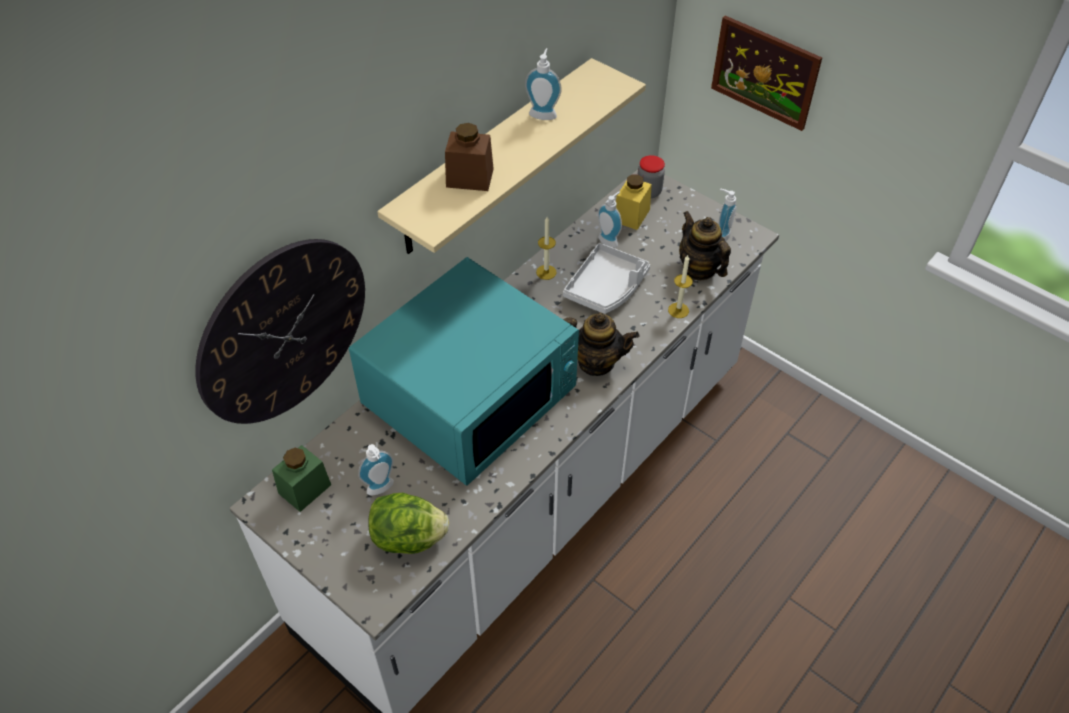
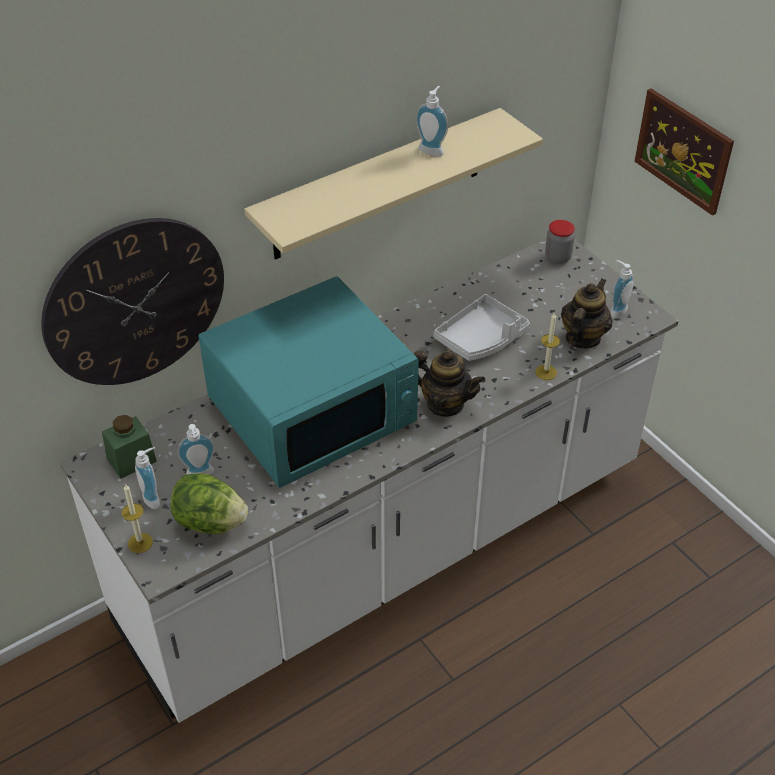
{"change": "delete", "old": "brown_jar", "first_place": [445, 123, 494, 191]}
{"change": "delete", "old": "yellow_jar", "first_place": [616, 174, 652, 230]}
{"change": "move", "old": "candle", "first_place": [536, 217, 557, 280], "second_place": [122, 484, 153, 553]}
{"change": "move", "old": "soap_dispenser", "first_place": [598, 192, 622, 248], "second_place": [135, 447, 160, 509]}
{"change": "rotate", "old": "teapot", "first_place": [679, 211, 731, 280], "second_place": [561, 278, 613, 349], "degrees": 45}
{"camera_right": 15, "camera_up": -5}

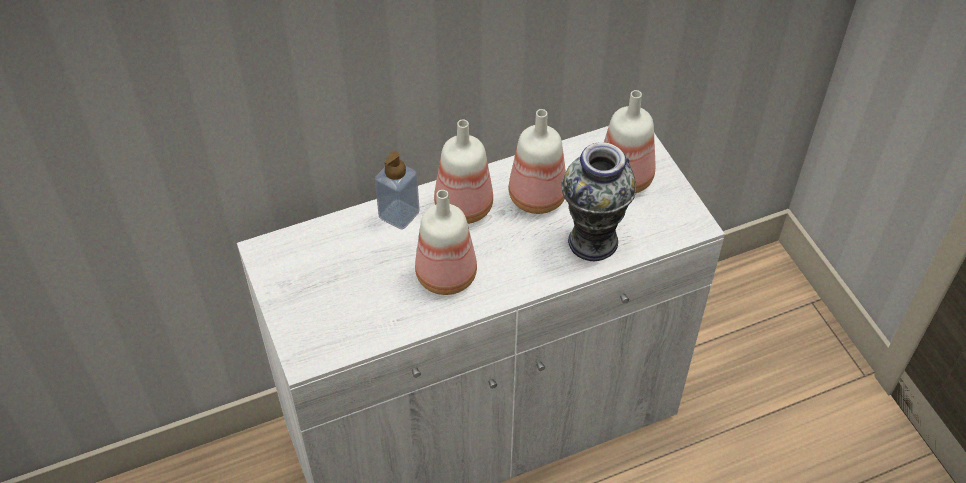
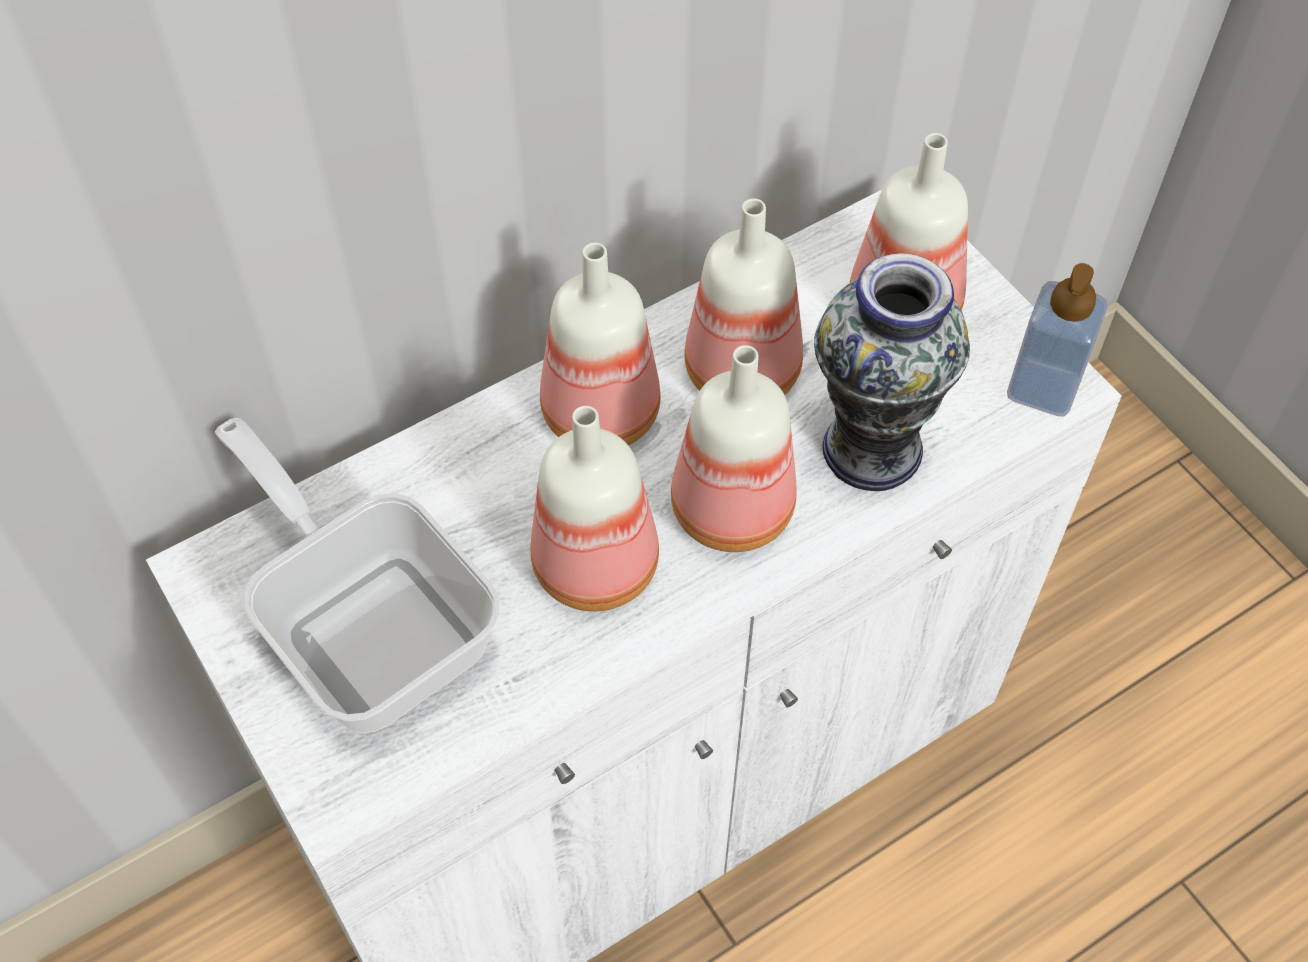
{"change": "insert", "new": "frying_pan", "second_place": [215, 418, 500, 733]}
{"change": "insert", "new": "bottle", "second_place": [671, 345, 797, 552]}
{"change": "move", "old": "soap_dispenser", "first_place": [375, 151, 420, 230], "second_place": [1007, 263, 1108, 417]}
{"camera_right": -10, "camera_up": 5}

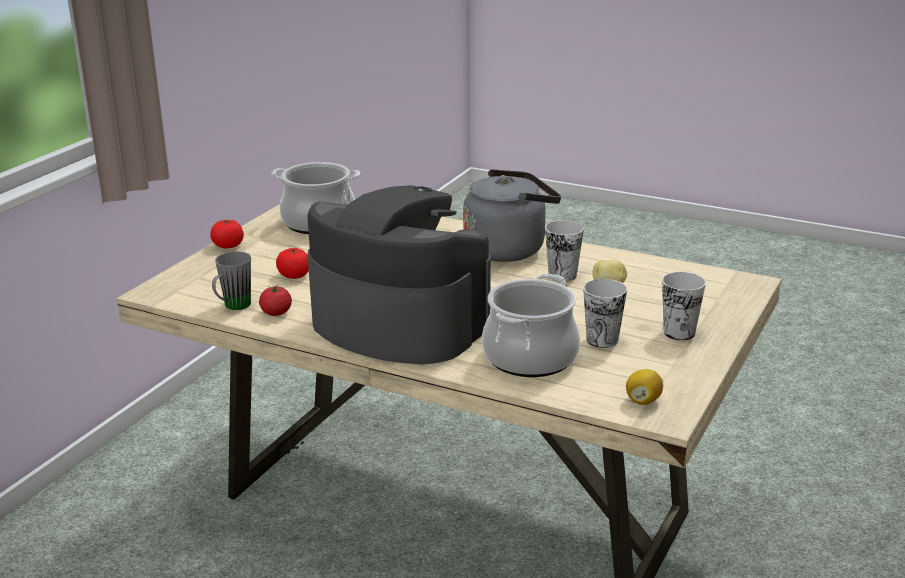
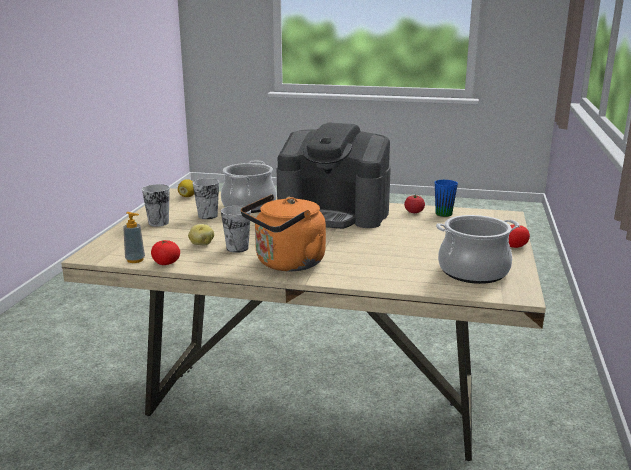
{"change": "insert", "new": "soap_dispenser", "second_place": [123, 212, 145, 263]}
{"change": "move", "old": "tomato", "first_place": [276, 248, 309, 279], "second_place": [151, 240, 180, 265]}
{"change": "recolor", "old": "grey_mug", "new": "blue_mug", "first_place": [212, 251, 251, 310], "second_place": [435, 180, 458, 217]}
{"change": "recolor", "old": "grey_kettle", "new": "orange_kettle", "first_place": [463, 169, 561, 262], "second_place": [241, 194, 326, 272]}
{"camera_right": 165, "camera_up": -5}

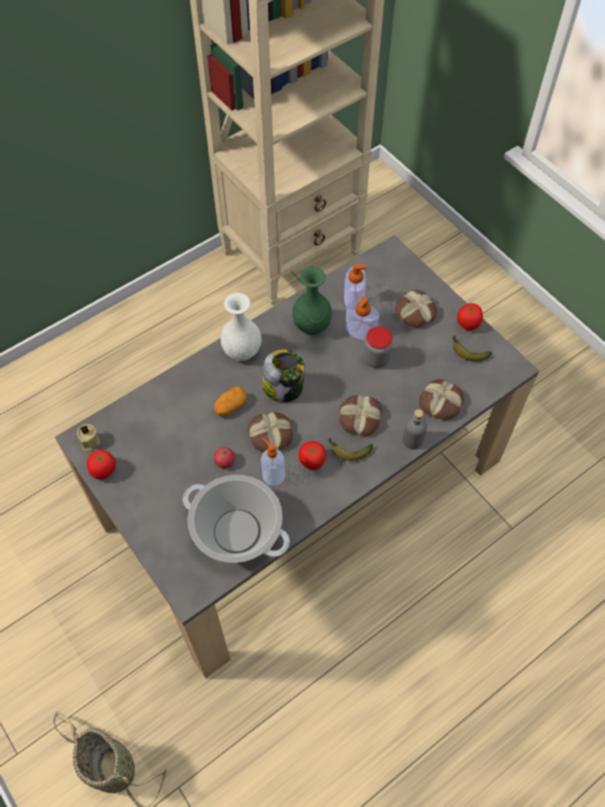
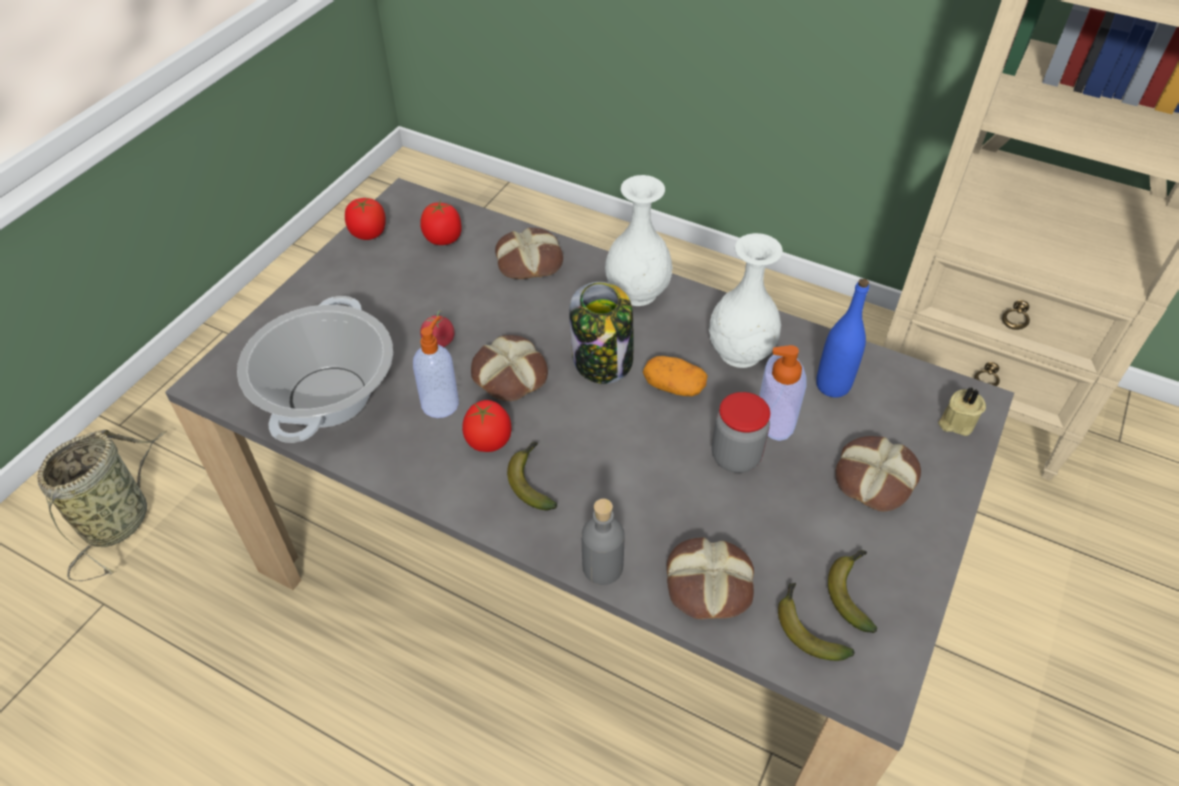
{"change": "insert", "new": "banana", "second_place": [778, 583, 855, 661]}
{"change": "move", "old": "beige_candle", "first_place": [77, 424, 100, 452], "second_place": [938, 387, 986, 436]}
{"change": "move", "old": "potato", "first_place": [214, 387, 247, 416], "second_place": [643, 356, 708, 396]}
{"change": "move", "old": "bread", "first_place": [339, 395, 382, 436], "second_place": [495, 228, 563, 279]}
{"change": "move", "old": "tomato", "first_place": [457, 303, 483, 330], "second_place": [420, 200, 462, 245]}
{"change": "replace", "old": "soap_dispenser", "new": "blue_bottle", "first_place": [344, 264, 366, 307], "second_place": [816, 279, 869, 398]}
{"change": "recolor", "old": "green_vase", "new": "white_vase", "first_place": [292, 267, 332, 335], "second_place": [709, 233, 783, 368]}
{"camera_right": 65, "camera_up": -10}

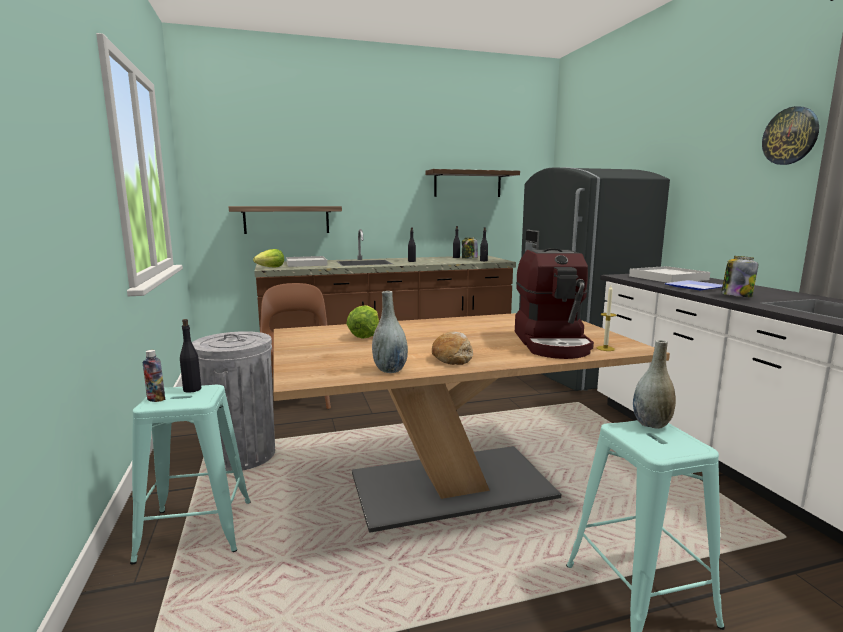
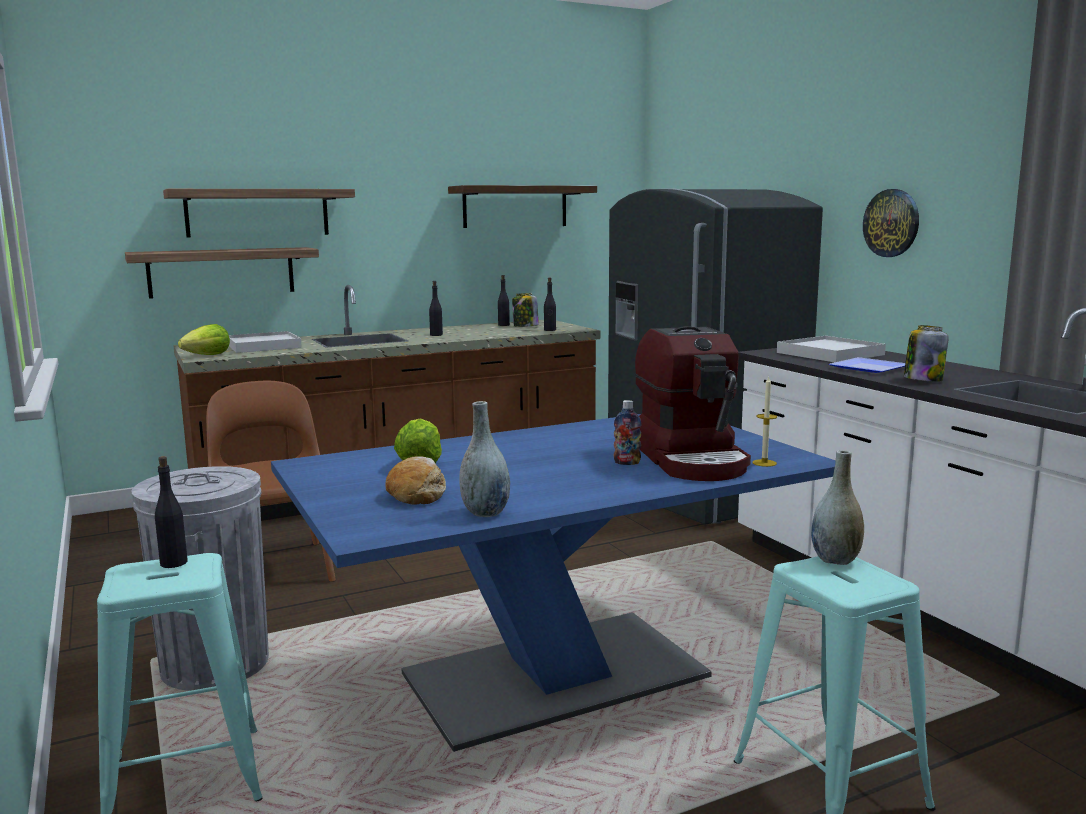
{"change": "insert", "new": "shelf", "second_place": [163, 189, 355, 237]}
{"change": "move", "old": "bottle", "first_place": [143, 350, 165, 402], "second_place": [614, 400, 641, 465]}
{"change": "move", "old": "bread", "first_place": [432, 332, 473, 365], "second_place": [385, 456, 446, 505]}
{"change": "move", "old": "wall_clock", "first_place": [762, 106, 819, 165], "second_place": [863, 189, 919, 257]}
{"change": "recolor", "old": "brown_dining_table", "new": "blue_dining_table", "first_place": [273, 313, 670, 533], "second_place": [271, 414, 836, 752]}
{"camera_right": -10, "camera_up": 0}

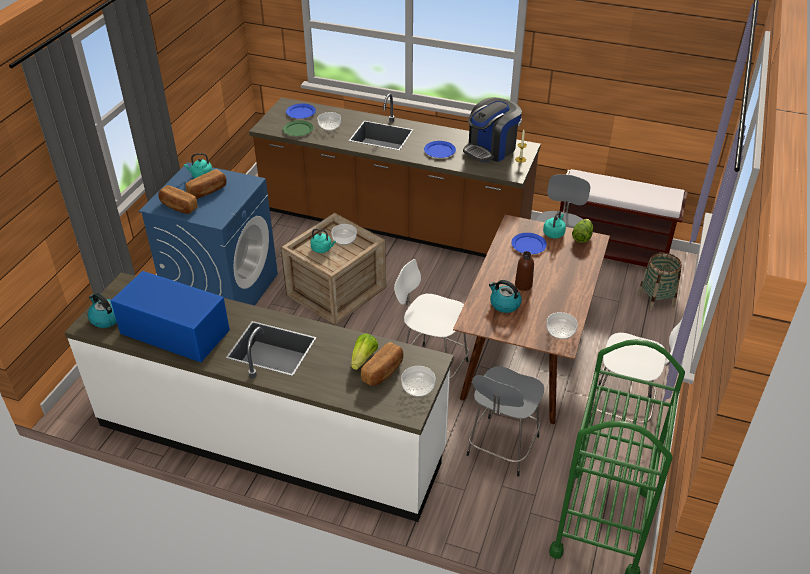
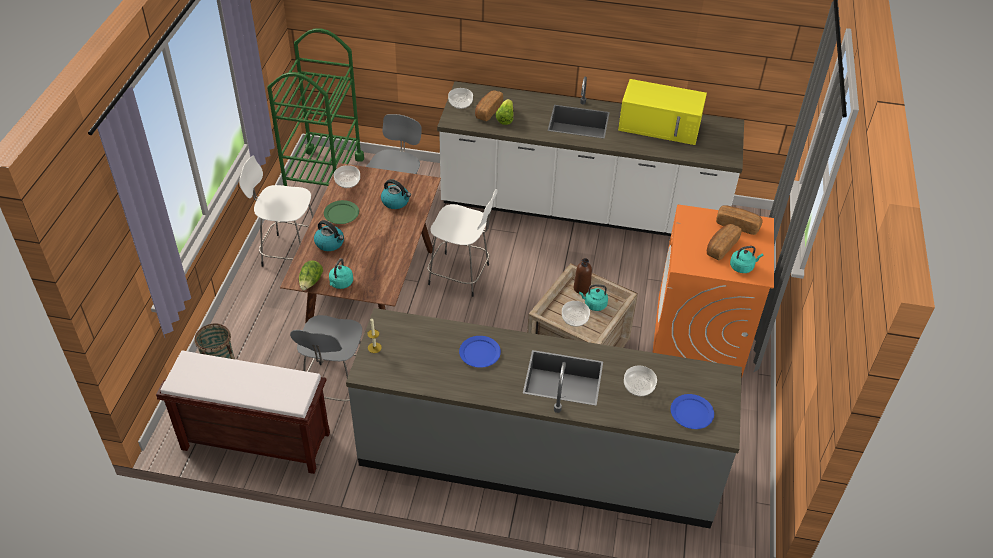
{"change": "delete", "old": "coffee_machine", "first_place": [463, 97, 522, 162]}
{"change": "delete", "old": "blue_plate", "first_place": [511, 233, 547, 254]}
{"change": "move", "old": "kettle", "first_place": [88, 293, 117, 328], "second_place": [314, 220, 344, 251]}
{"change": "move", "old": "green_plate", "first_place": [283, 120, 314, 136], "second_place": [324, 200, 359, 224]}
{"change": "move", "old": "brown_bottle", "first_place": [515, 251, 534, 291], "second_place": [574, 258, 592, 294]}
{"change": "recolor", "old": "blue_microwave", "new": "yellow_microwave", "first_place": [111, 271, 230, 362], "second_place": [618, 79, 707, 145]}
{"change": "recolor", "old": "blue_washing_machine", "new": "orange_washing_machine", "first_place": [139, 162, 278, 306], "second_place": [653, 205, 774, 376]}
{"change": "recolor", "old": "brown_counter", "new": "grey_counter", "first_place": [249, 93, 541, 257], "second_place": [346, 308, 742, 528]}
{"camera_right": 170, "camera_up": 5}

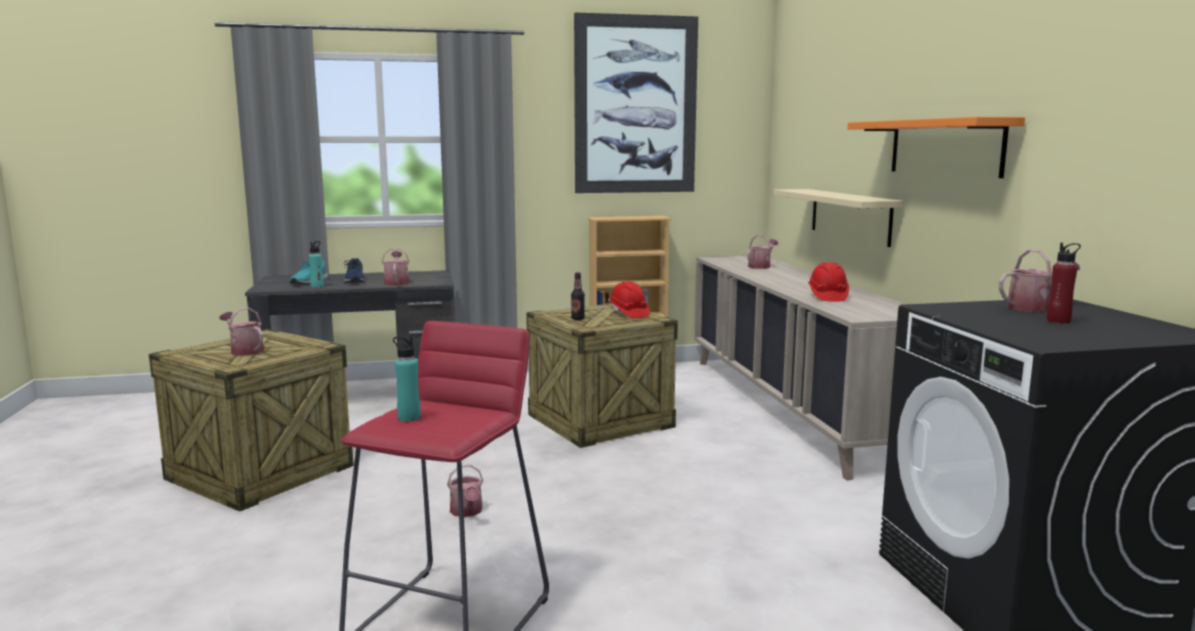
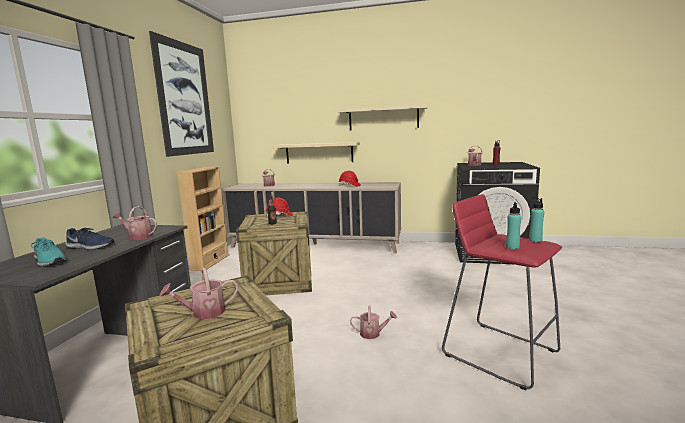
{"change": "move", "old": "turquoise_bottle", "first_place": [309, 241, 324, 288], "second_place": [529, 197, 544, 242]}
{"change": "recolor", "old": "orange_shelf", "new": "beige_shelf", "first_place": [847, 117, 1025, 178], "second_place": [338, 105, 427, 131]}
{"camera_right": -65, "camera_up": 0}

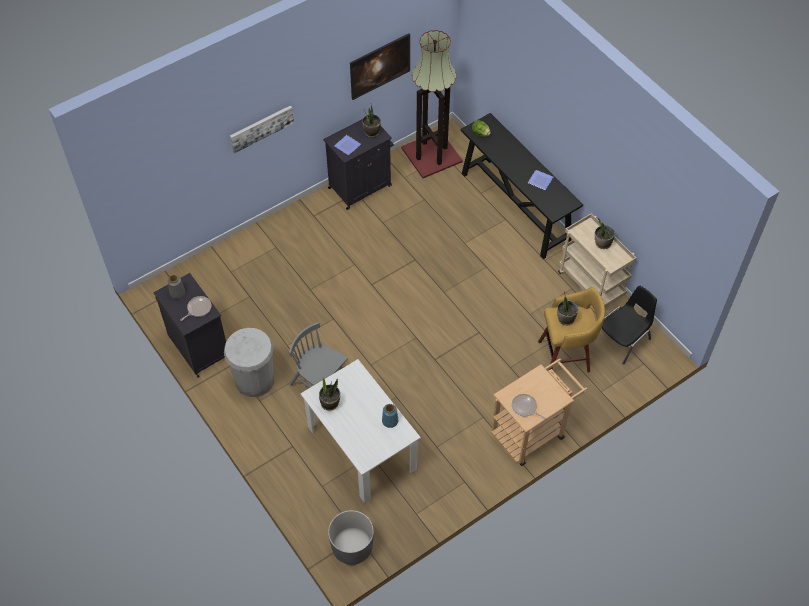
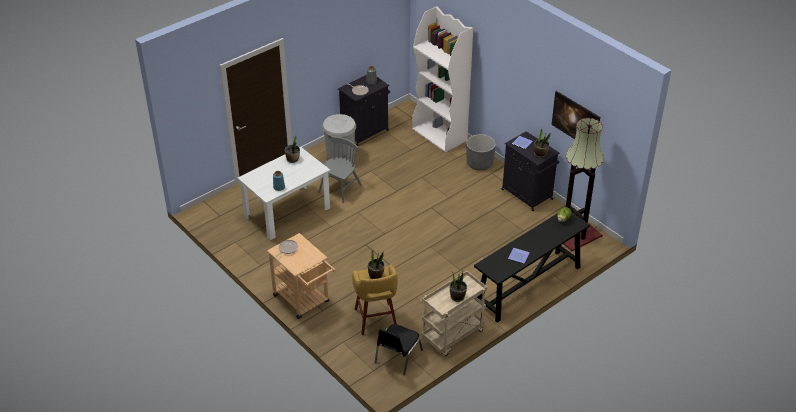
{"change": "delete", "old": "picture", "first_place": [230, 105, 294, 153]}
{"change": "insert", "new": "white_bookcase", "second_place": [412, 6, 473, 152]}
{"change": "move", "old": "grey_planter", "first_place": [328, 510, 374, 565], "second_place": [466, 134, 496, 170]}
{"change": "rotate", "old": "black_chair", "first_place": [602, 286, 657, 365], "second_place": [375, 324, 423, 375], "degrees": 75}
{"camera_right": 85, "camera_up": -15}

